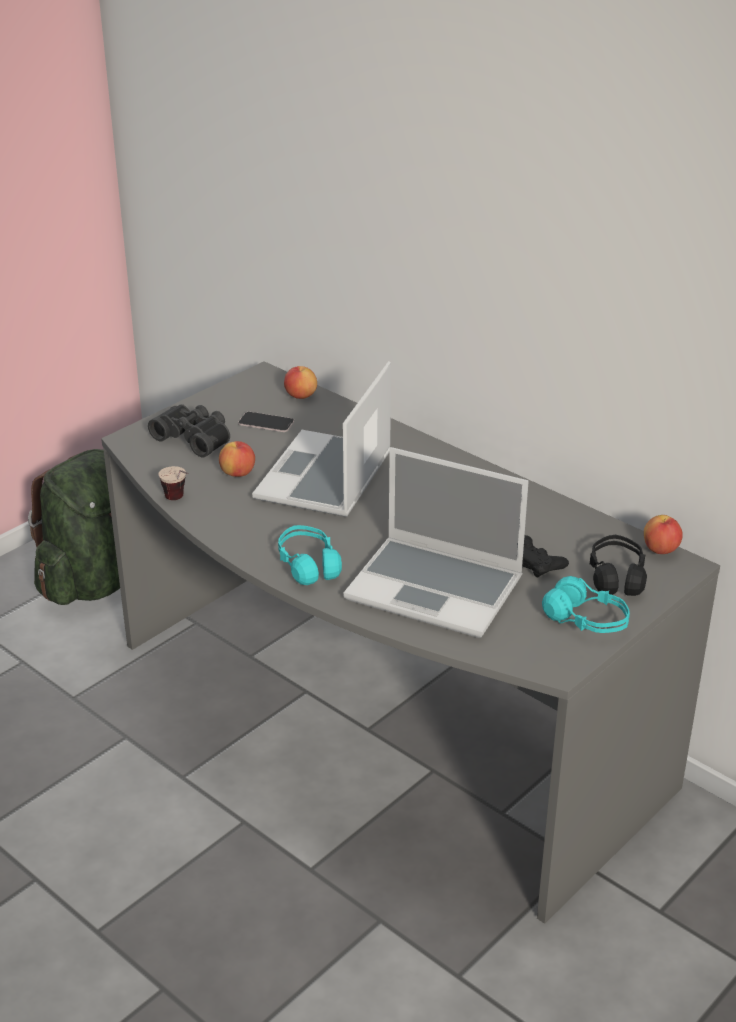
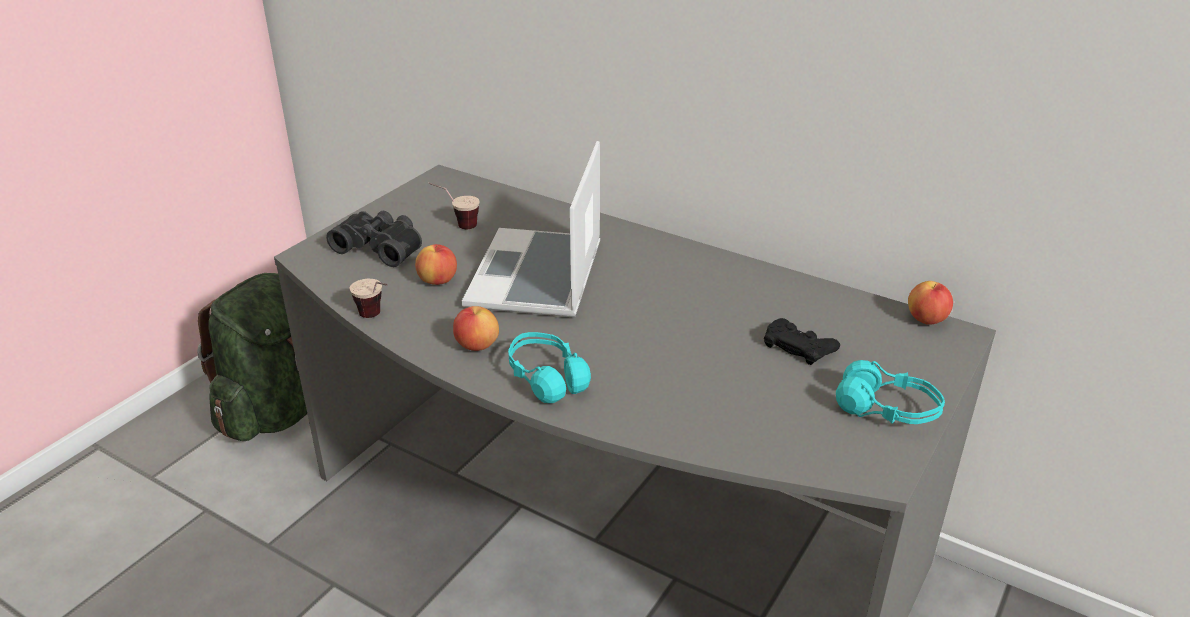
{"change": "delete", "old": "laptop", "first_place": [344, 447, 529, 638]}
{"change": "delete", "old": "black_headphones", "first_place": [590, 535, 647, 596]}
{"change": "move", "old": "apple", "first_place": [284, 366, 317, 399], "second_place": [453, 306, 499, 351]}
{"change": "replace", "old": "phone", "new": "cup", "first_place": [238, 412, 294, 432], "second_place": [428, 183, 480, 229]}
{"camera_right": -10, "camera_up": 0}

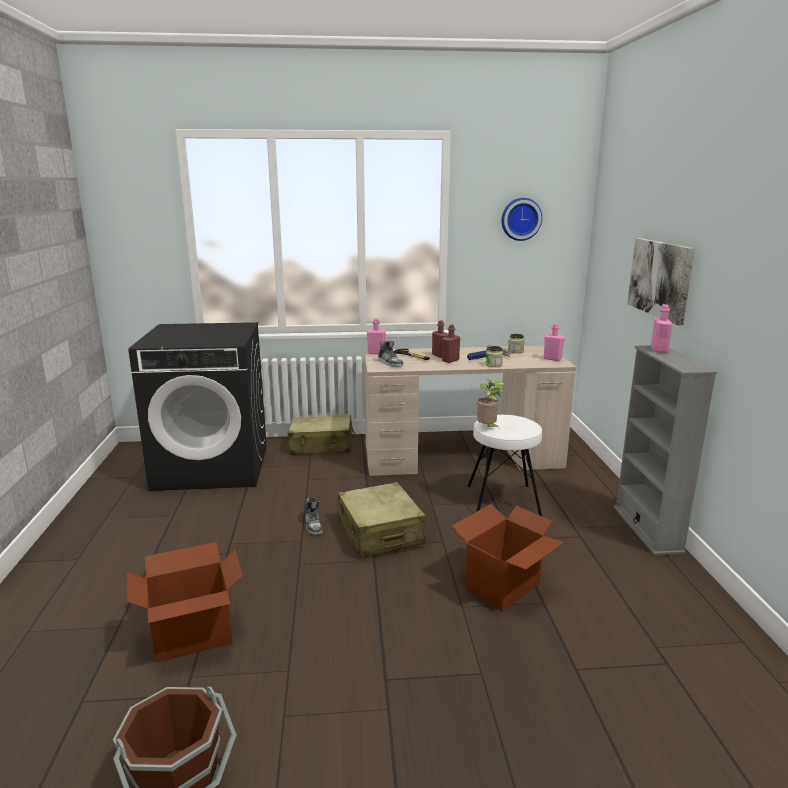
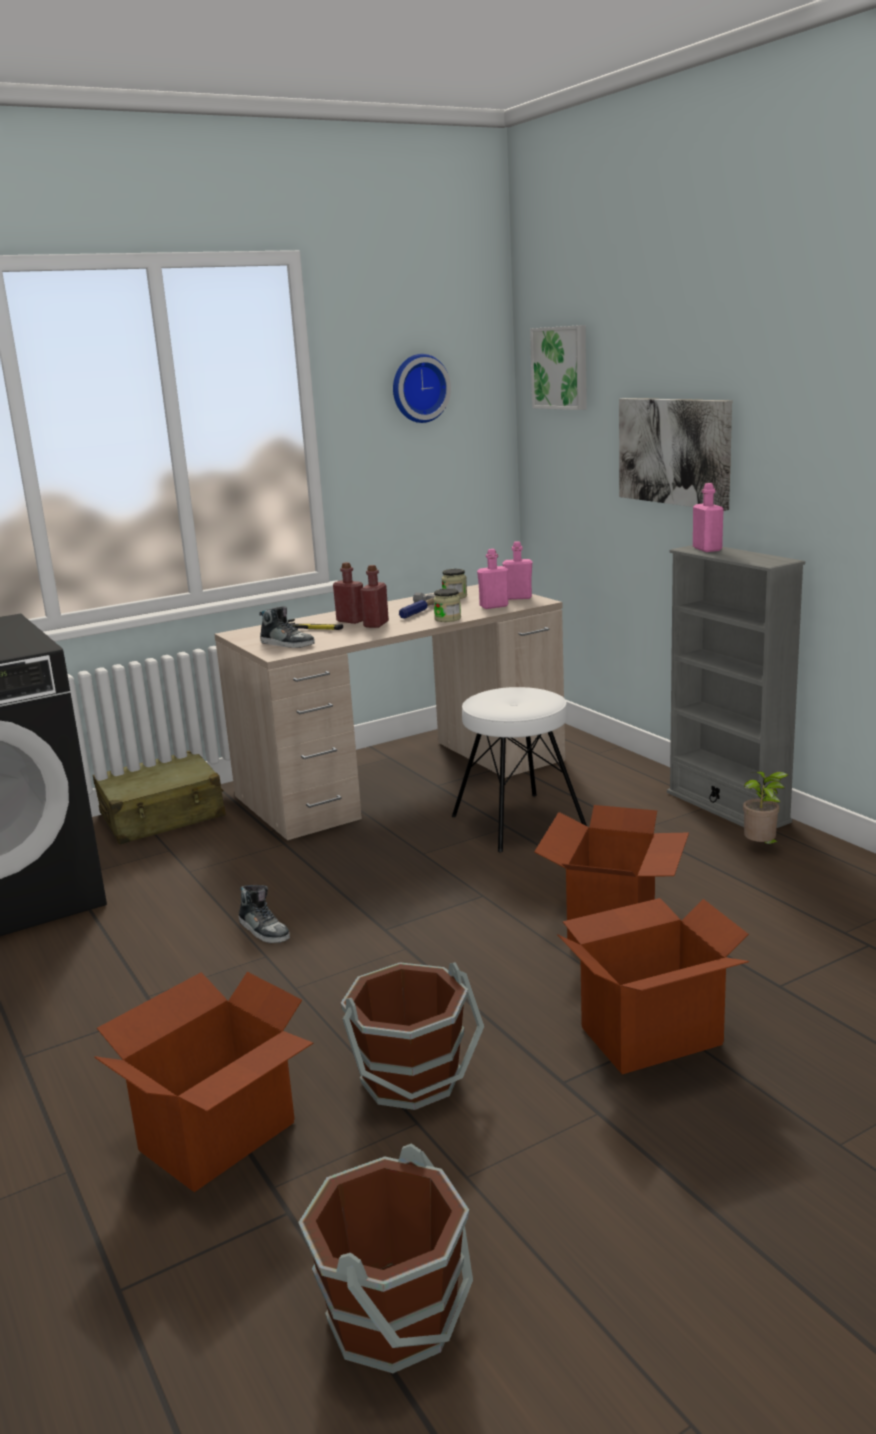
{"change": "delete", "old": "beige_suitcase", "first_place": [338, 482, 426, 558]}
{"change": "insert", "new": "brown_bucket", "second_place": [340, 962, 484, 1110]}
{"change": "insert", "new": "picture", "second_place": [530, 325, 587, 410]}
{"change": "insert", "new": "cardboard_box", "second_place": [558, 898, 749, 1074]}
{"change": "move", "old": "pink_bottle", "first_place": [367, 318, 386, 354], "second_place": [477, 549, 508, 609]}
{"change": "move", "old": "potted_plant", "first_place": [477, 379, 505, 429], "second_place": [743, 771, 788, 844]}
{"camera_right": -25, "camera_up": 0}

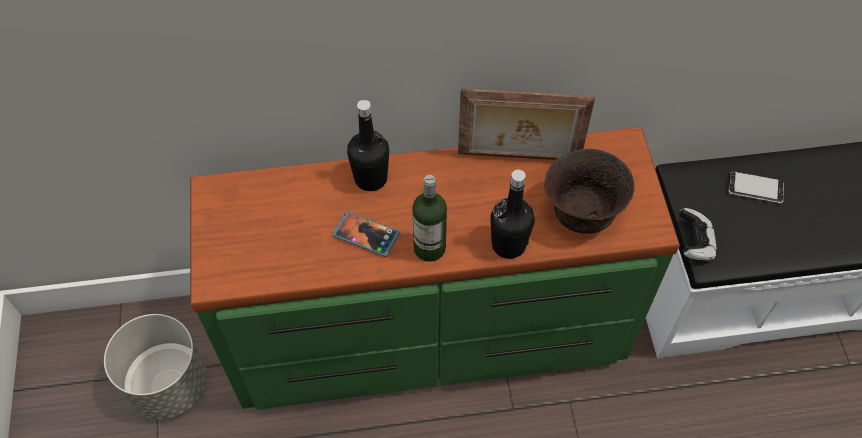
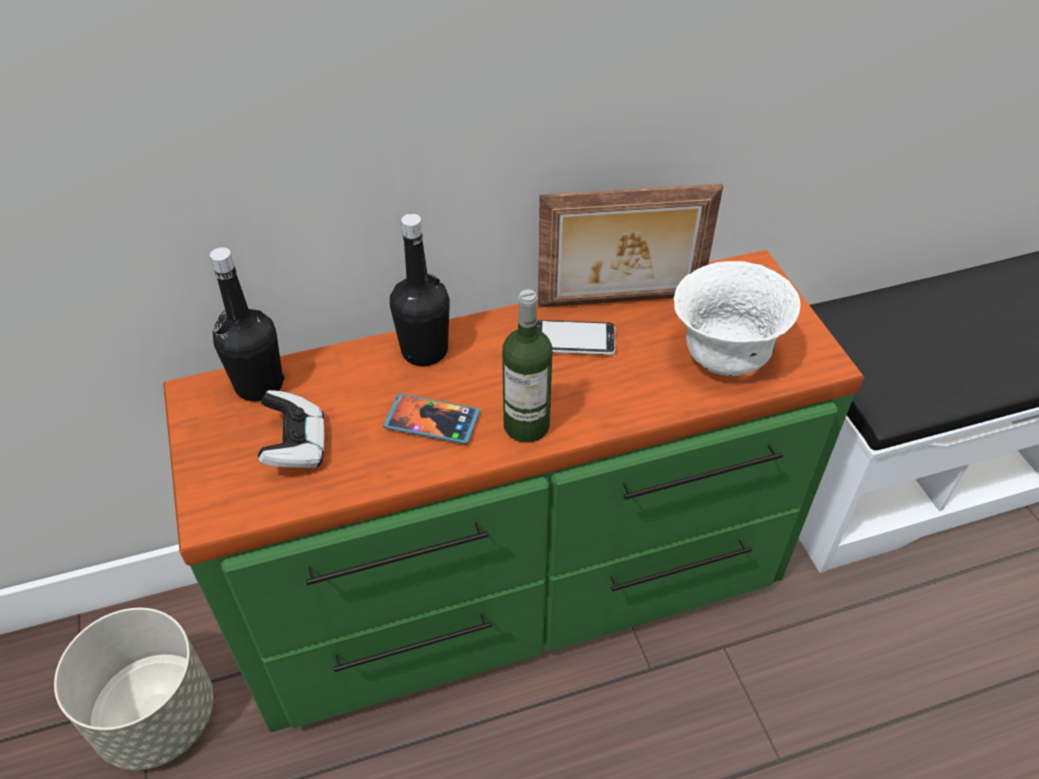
{"change": "move", "old": "black_bottle", "first_place": [490, 170, 535, 259], "second_place": [210, 247, 284, 402]}
{"change": "move", "old": "game_controller", "first_place": [678, 208, 717, 261], "second_place": [258, 390, 325, 469]}
{"change": "move", "old": "phone", "first_place": [728, 171, 784, 204], "second_place": [537, 320, 616, 355]}
{"change": "recolor", "old": "brown_bowl", "new": "white_bowl", "first_place": [544, 149, 635, 234], "second_place": [673, 261, 800, 376]}
{"camera_right": -10, "camera_up": -10}

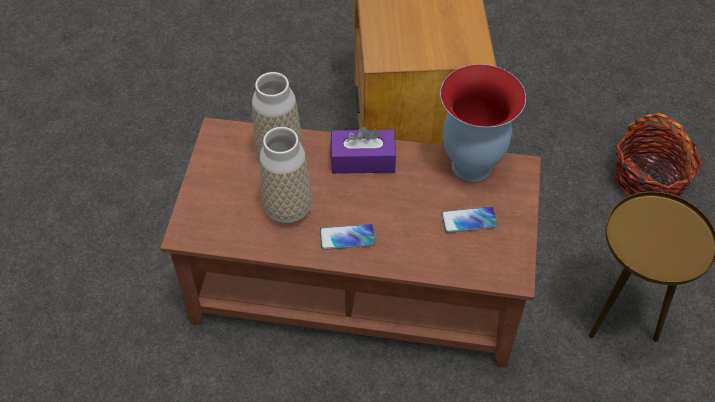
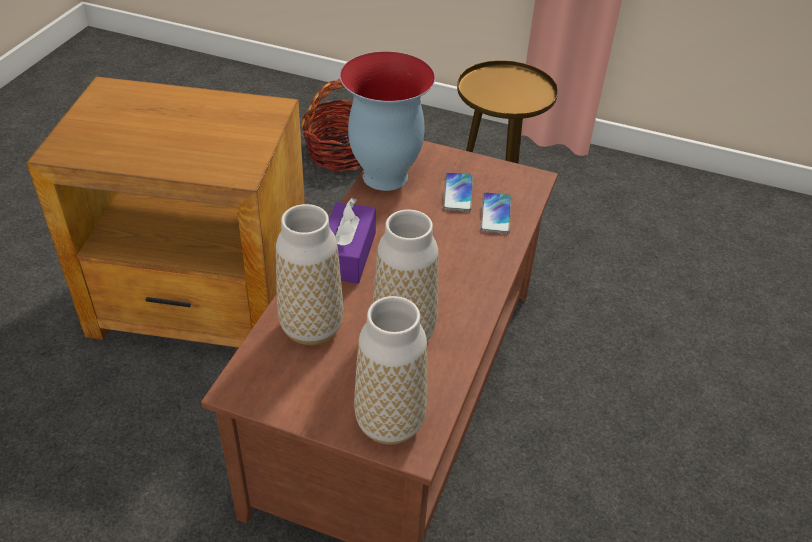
{"change": "insert", "new": "vase", "second_place": [354, 296, 427, 445]}
{"change": "move", "old": "phone", "first_place": [319, 224, 376, 250], "second_place": [480, 192, 511, 234]}
{"camera_right": -80, "camera_up": -10}

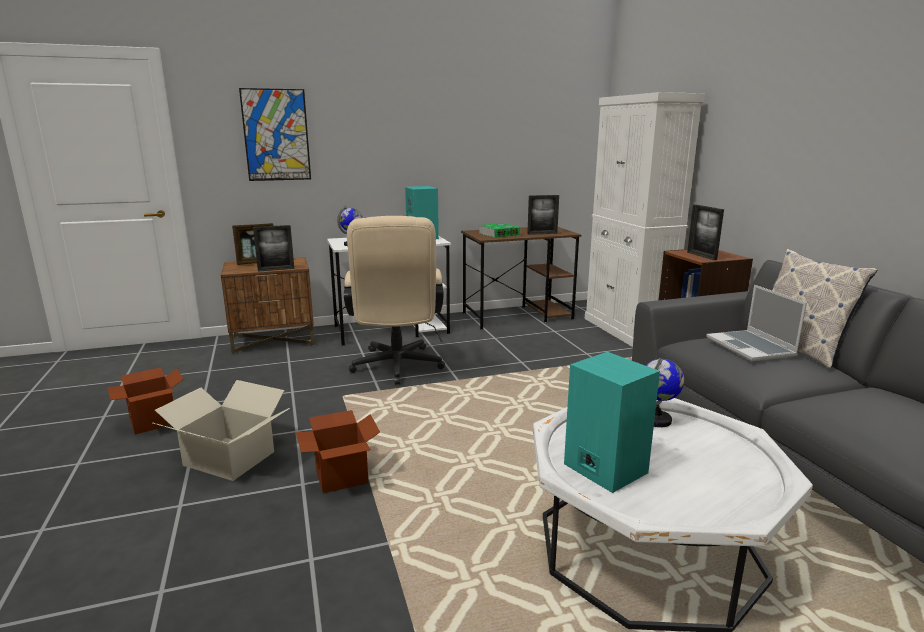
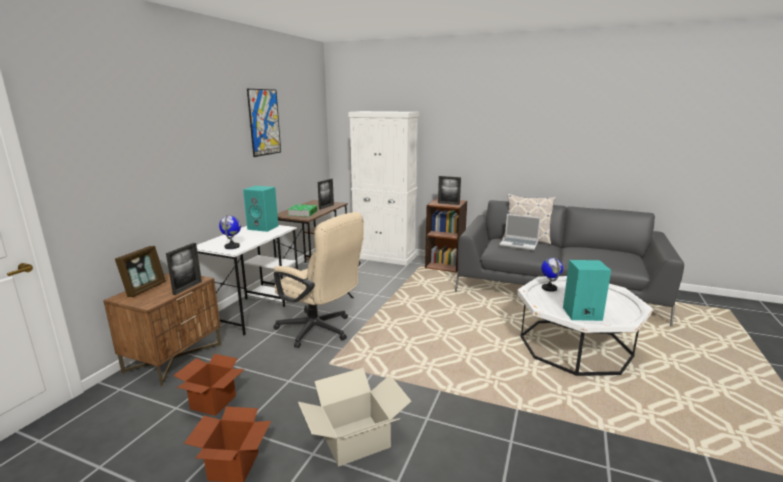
{"change": "move", "old": "picture", "first_place": [239, 88, 311, 181], "second_place": [247, 89, 281, 157]}
{"change": "move", "old": "cardboard_box", "first_place": [296, 410, 380, 493], "second_place": [173, 354, 244, 416]}
{"camera_right": -50, "camera_up": 0}

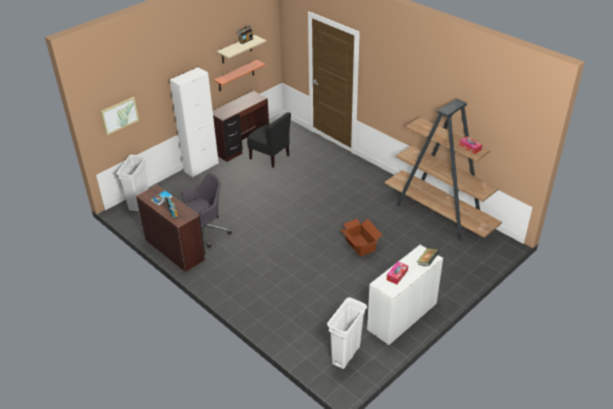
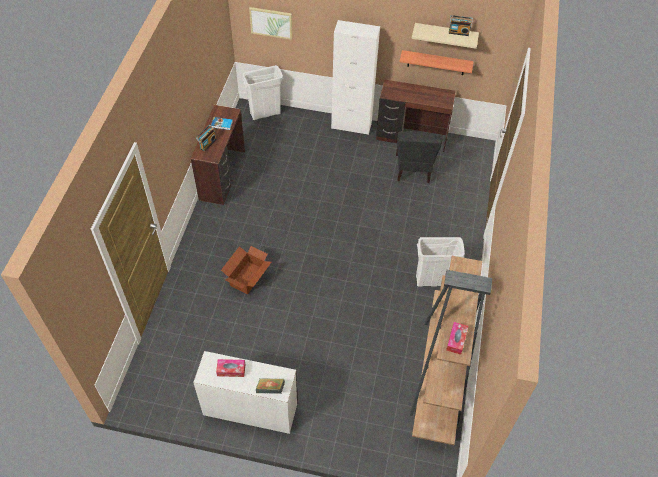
{"change": "delete", "old": "grey_office_chair", "first_place": [182, 173, 232, 248]}
{"change": "move", "old": "white_trash_can", "first_place": [327, 297, 367, 369], "second_place": [416, 237, 465, 287]}
{"change": "move", "old": "cardboard_box", "first_place": [340, 219, 382, 257], "second_place": [221, 246, 271, 294]}
{"camera_right": 55, "camera_up": 15}

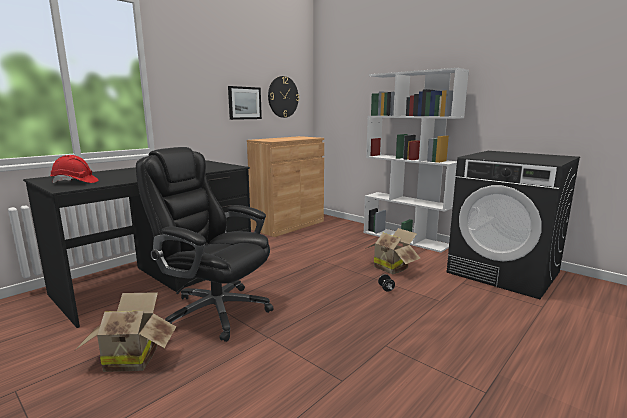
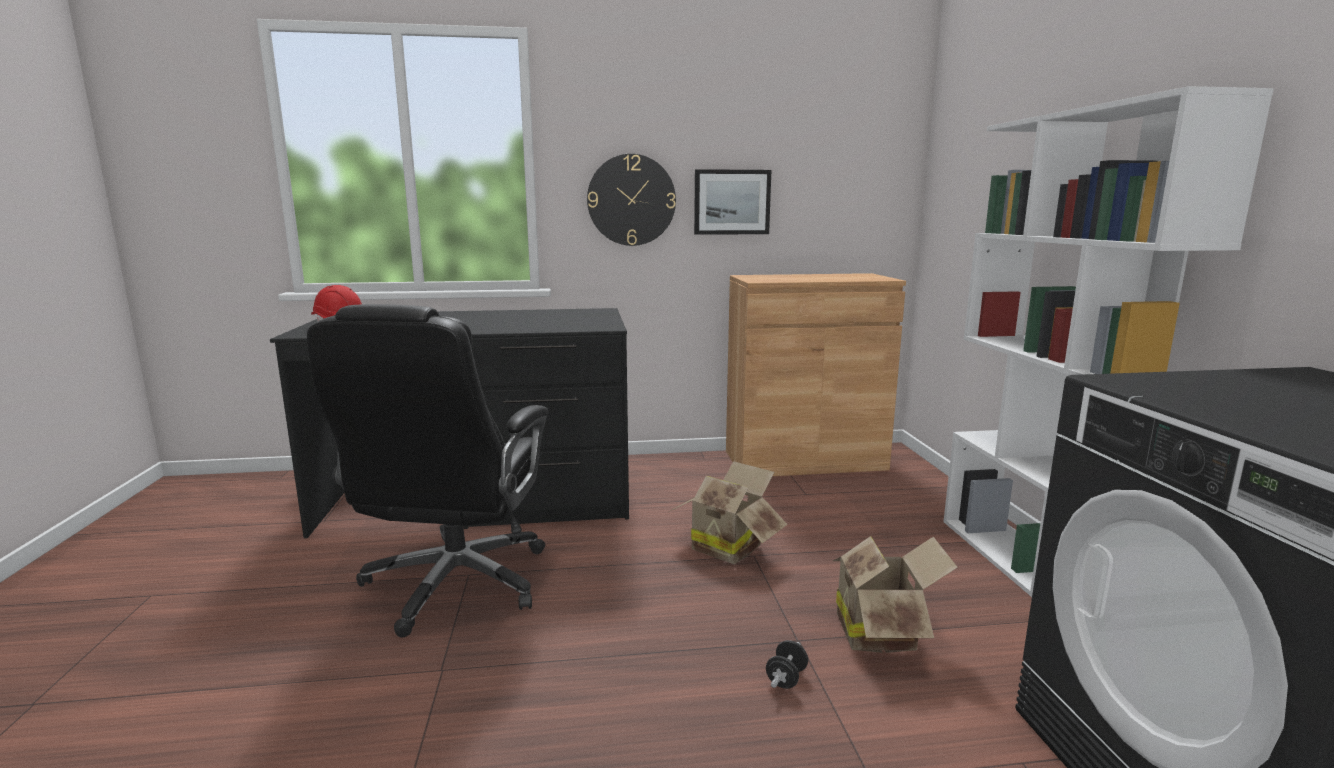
{"change": "move", "old": "cardboard_box", "first_place": [75, 292, 176, 372], "second_place": [671, 461, 787, 564]}
{"change": "move", "old": "wall_clock", "first_place": [268, 76, 299, 118], "second_place": [587, 154, 676, 246]}
{"change": "rotate", "old": "black_office_chair", "first_place": [136, 147, 274, 342], "second_place": [307, 304, 548, 638], "degrees": -150}
{"camera_right": 40, "camera_up": 0}

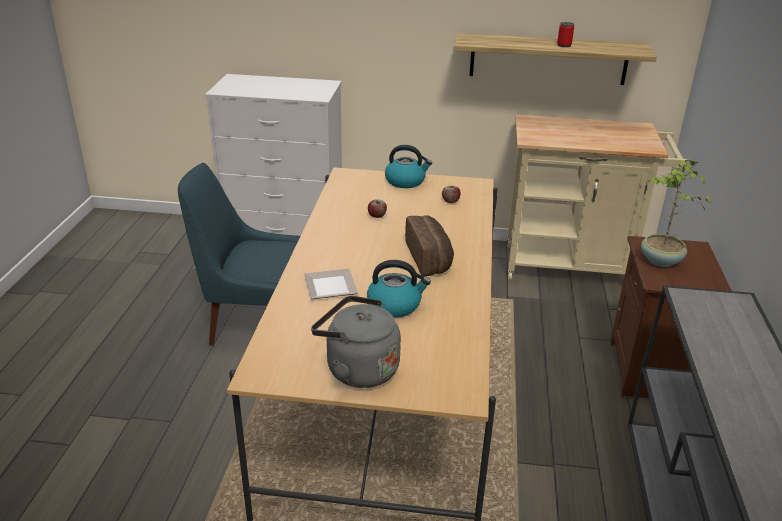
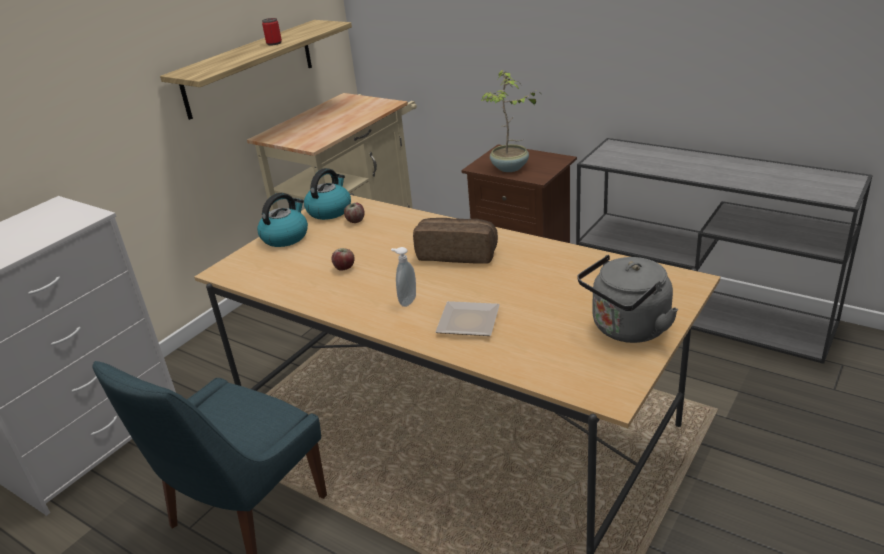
{"change": "insert", "new": "soap_dispenser", "second_place": [391, 247, 416, 307]}
{"change": "move", "old": "kettle", "first_place": [367, 260, 431, 318], "second_place": [304, 168, 351, 220]}
{"camera_right": -60, "camera_up": 0}

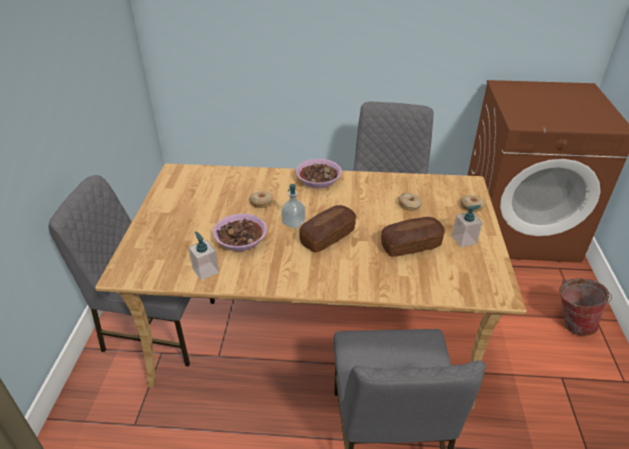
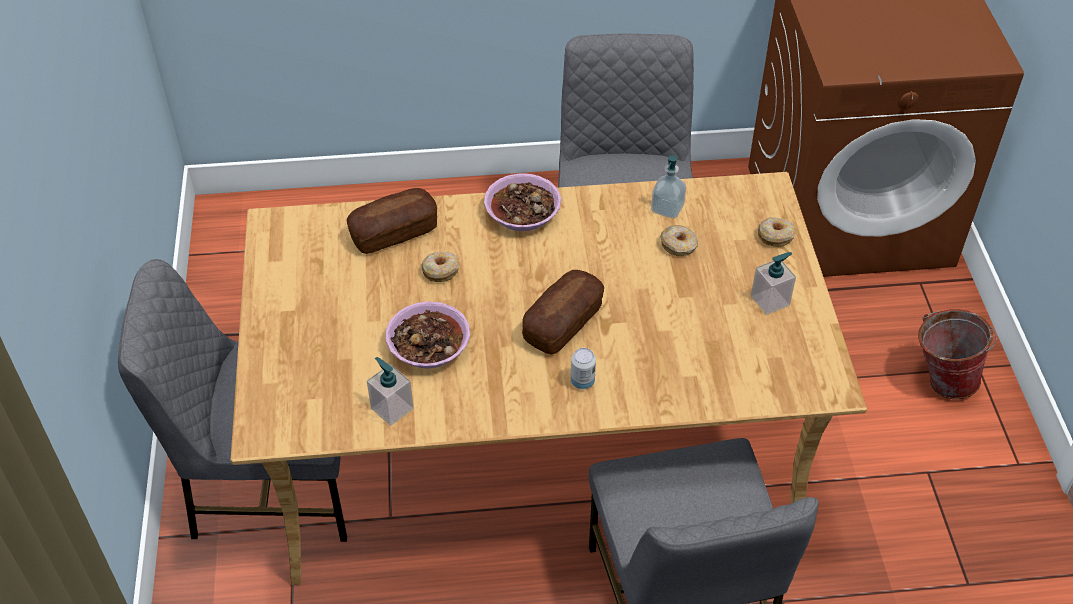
{"change": "insert", "new": "can", "second_place": [571, 348, 596, 389]}
{"change": "move", "old": "soap_dispenser", "first_place": [281, 184, 305, 229], "second_place": [651, 155, 686, 219]}
{"change": "move", "old": "bread", "first_place": [381, 217, 445, 257], "second_place": [347, 188, 437, 254]}
{"camera_right": -10, "camera_up": 10}

